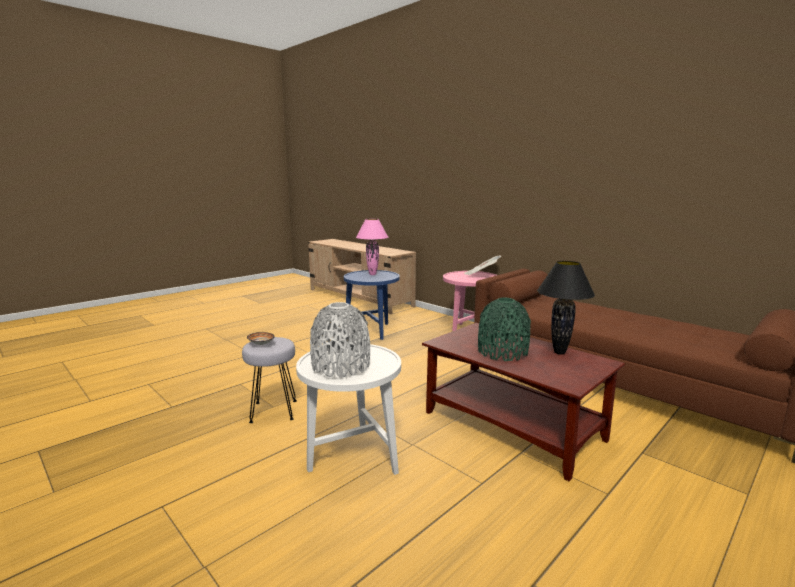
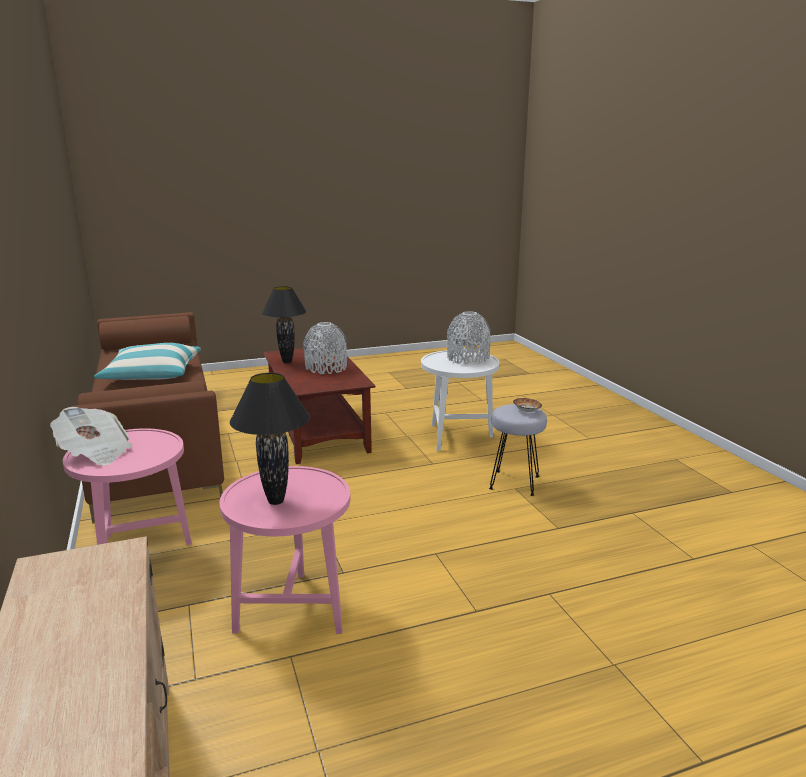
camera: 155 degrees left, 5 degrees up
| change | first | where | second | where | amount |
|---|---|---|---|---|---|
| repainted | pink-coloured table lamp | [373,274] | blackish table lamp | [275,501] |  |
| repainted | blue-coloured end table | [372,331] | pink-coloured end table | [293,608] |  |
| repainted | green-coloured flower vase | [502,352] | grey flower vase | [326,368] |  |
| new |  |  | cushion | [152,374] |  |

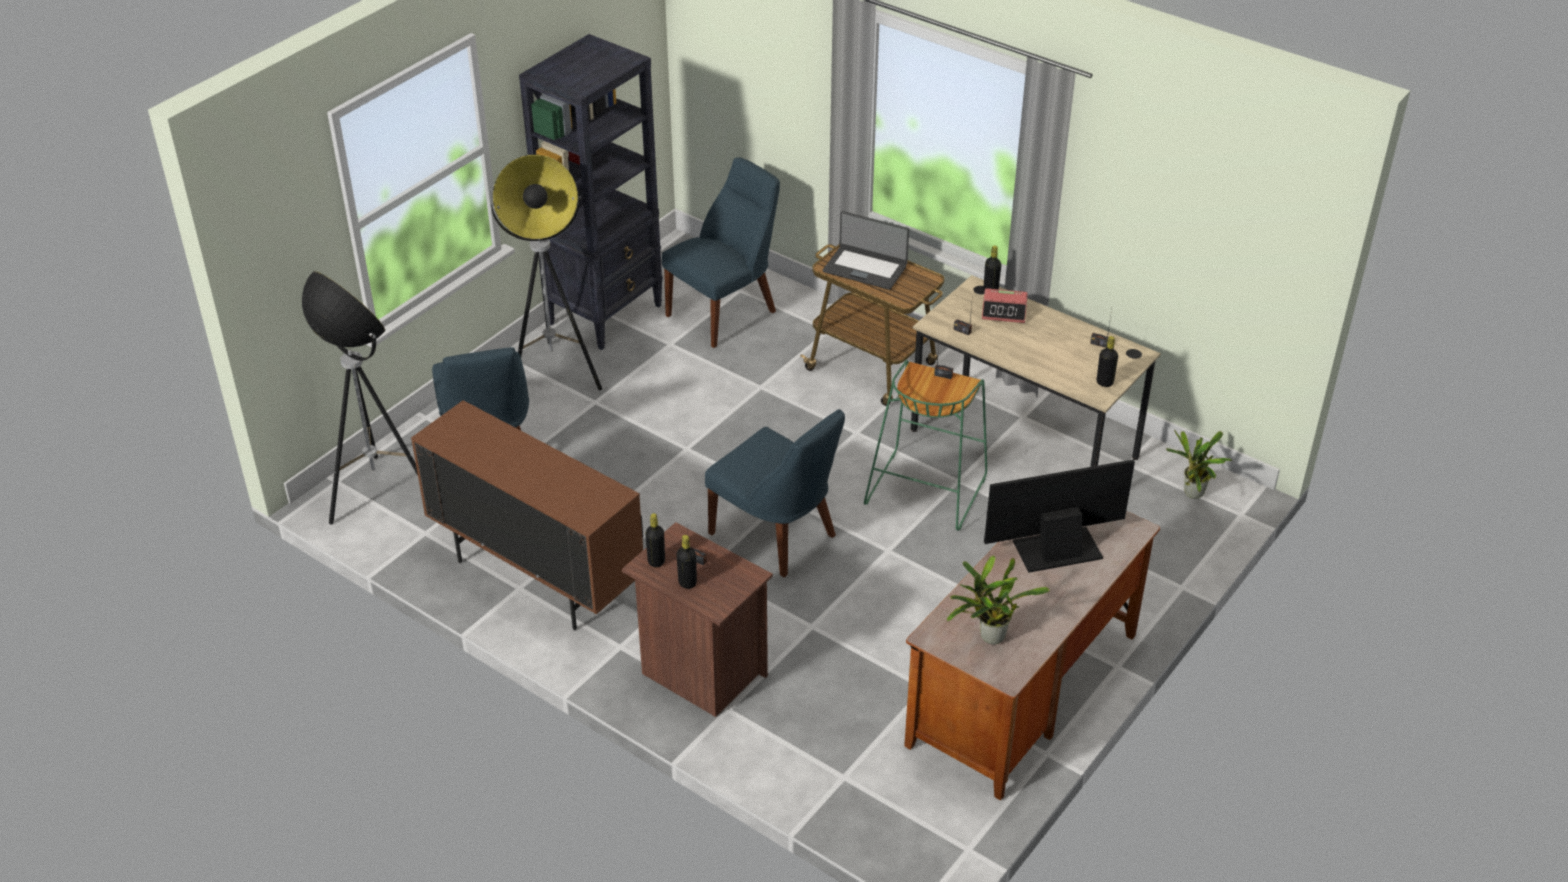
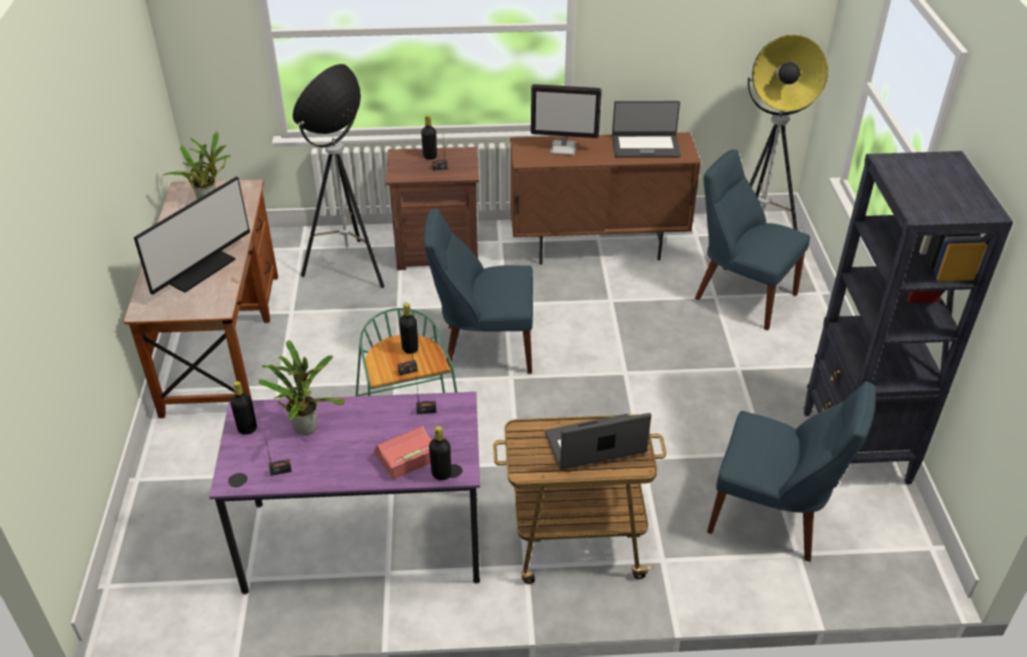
camera: 140 degrees right, 0 degrees up
| change | first | where | second | where | amount |
|---|---|---|---|---|---|
| shifted | standard lamp | [554,375] |  | [350,269] |  |
| rotated | blue-coloured chair | [725,312] |  | [772,518] | 75 degrees counterclockwise |
| repainted | beige desk table | [1023,443] | purplish desk table | [364,541] |  |
| shifted | plant in a pot | [1192,495] |  | [306,425] |  |
| shifted | blackish drink bottle | [656,561] |  | [410,348] |  |
| new |  |  | computer screen | [564,148] |  |
| new |  |  | laptop | [645,146] |  |

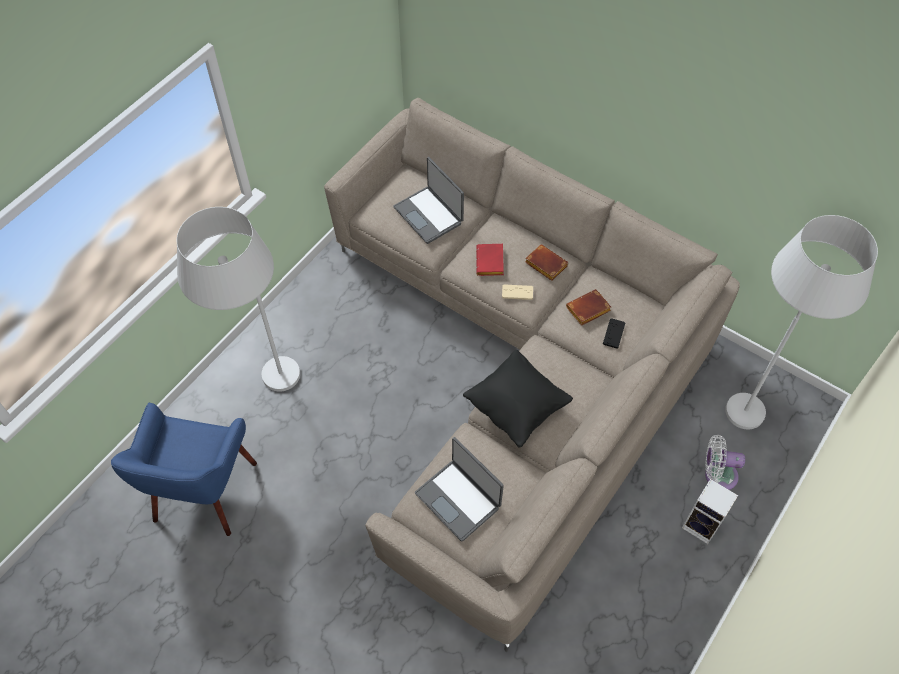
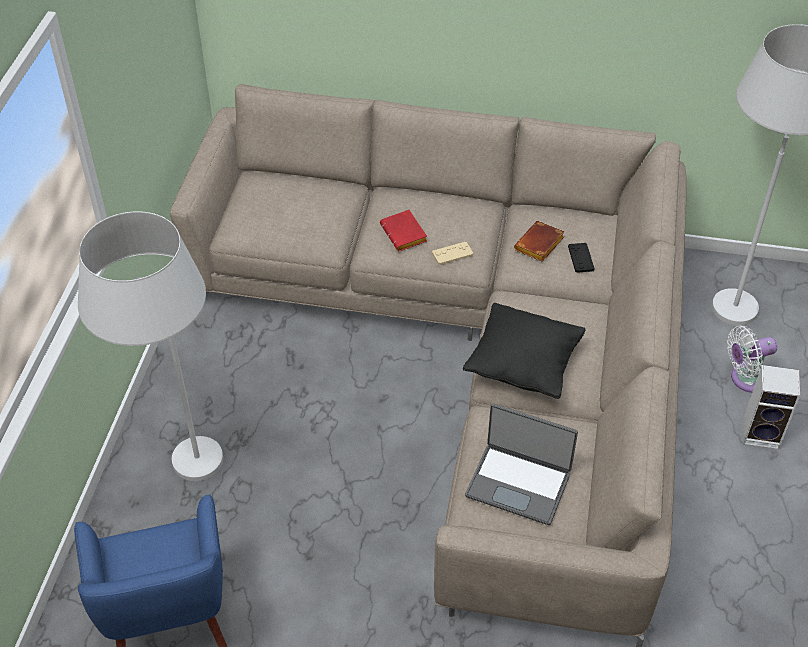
camera: 25 degrees left, 10 degrees down
| change | first | where | second | where | amount |
|---|---|---|---|---|---|
| gone | laptop | [429,215] |  |  |  |
| gone | brown book | [544,264] |  |  |  |

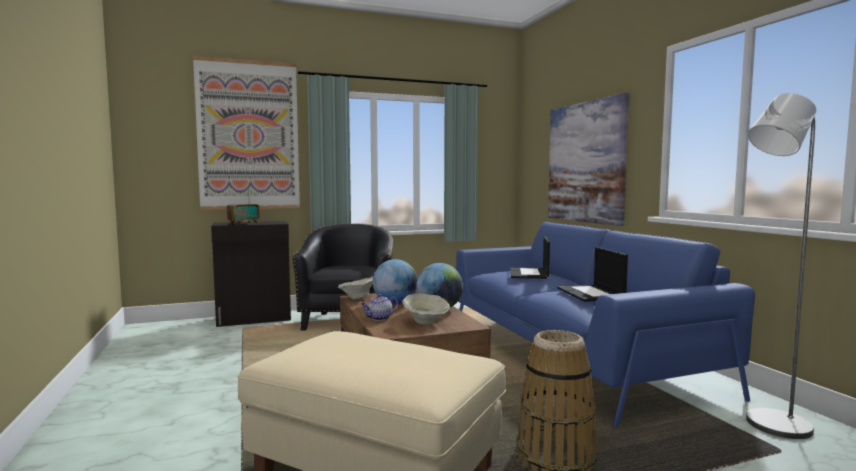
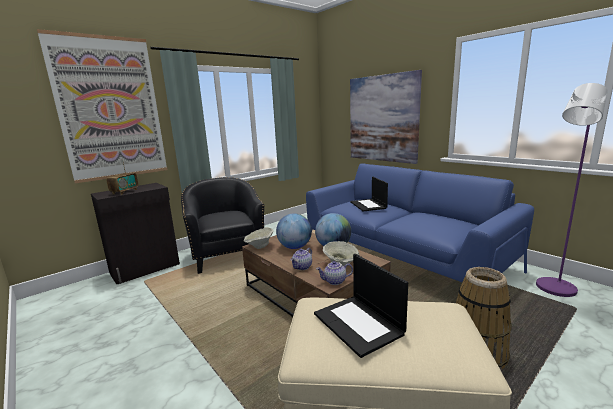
camera: 20 degrees left, 10 degrees up
| change | first | where | second | where | amount |
|---|---|---|---|---|---|
| repainted | grey standard lamp | [770,427] | purplish standard lamp | [553,290] |  |
| shifted | laptop | [591,294] |  | [359,324] |  |
| new |  |  | teapot | [334,281] |  |

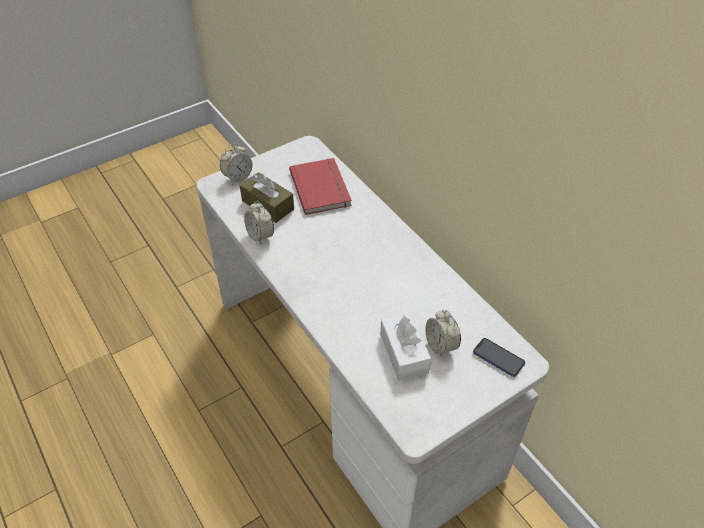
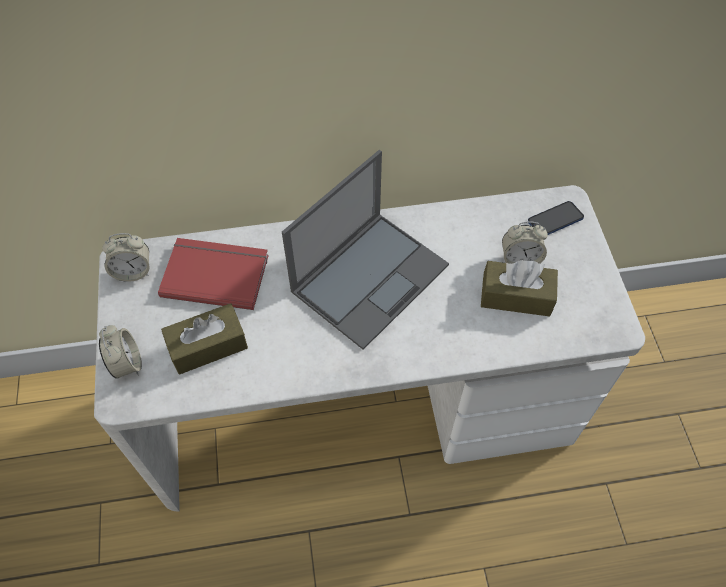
camera: 65 degrees left, 10 degrees up
| change | first | where | second | where | amount |
|---|---|---|---|---|---|
| shifted | table clock | [260,235] |  | [133,271] |  |
| repainted | white tissue box | [404,353] | brown tissue box | [516,296] |  |
| new |  |  | laptop | [371,277] |  |

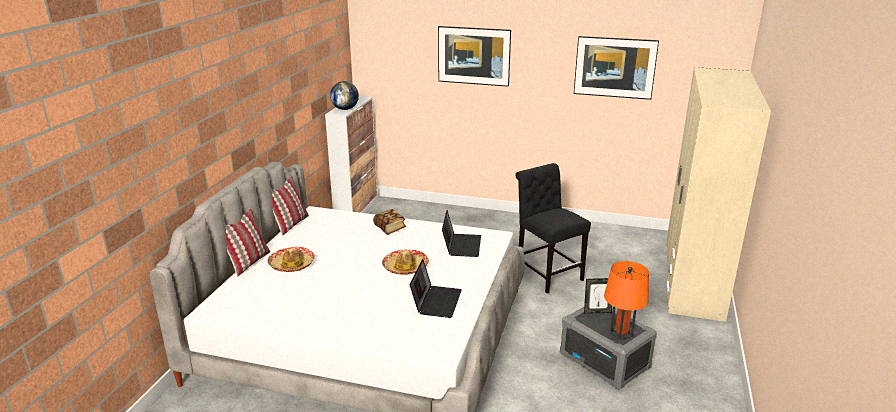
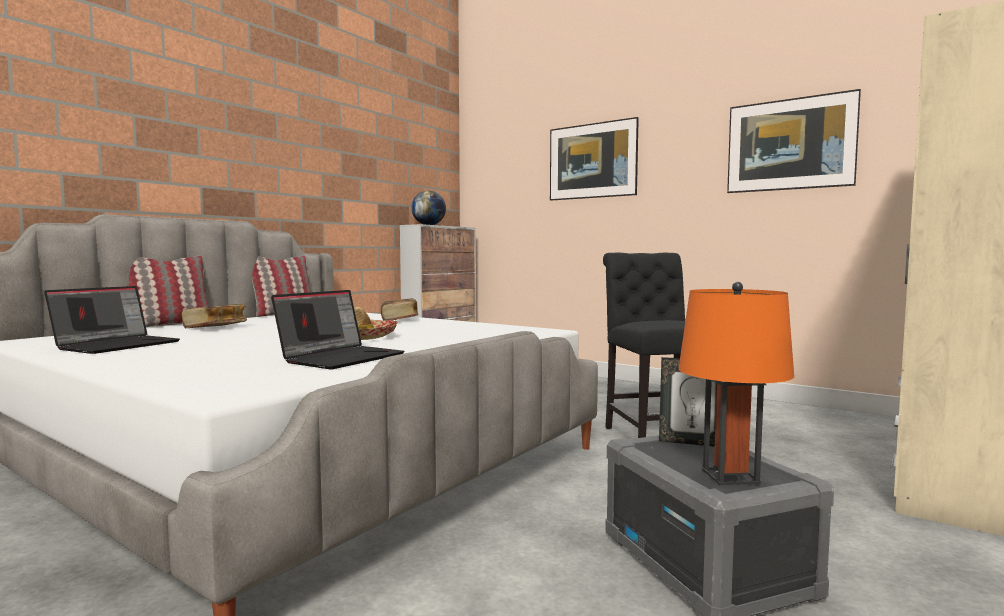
camera: 20 degrees right, 20 degrees down
| change | first | where | second | where | amount |
|---|---|---|---|---|---|
| shifted | laptop | [461,245] |  | [118,345] |  |
| swapped | hat | [292,265] | book | [215,328] |  |

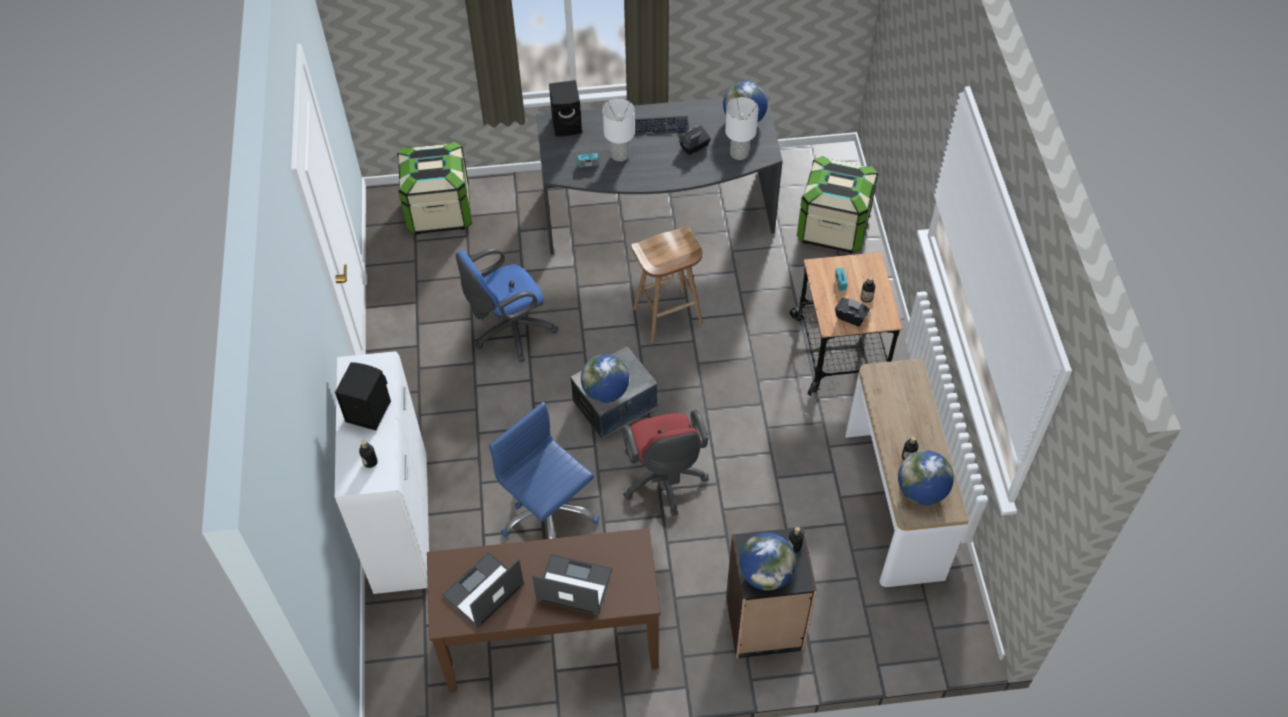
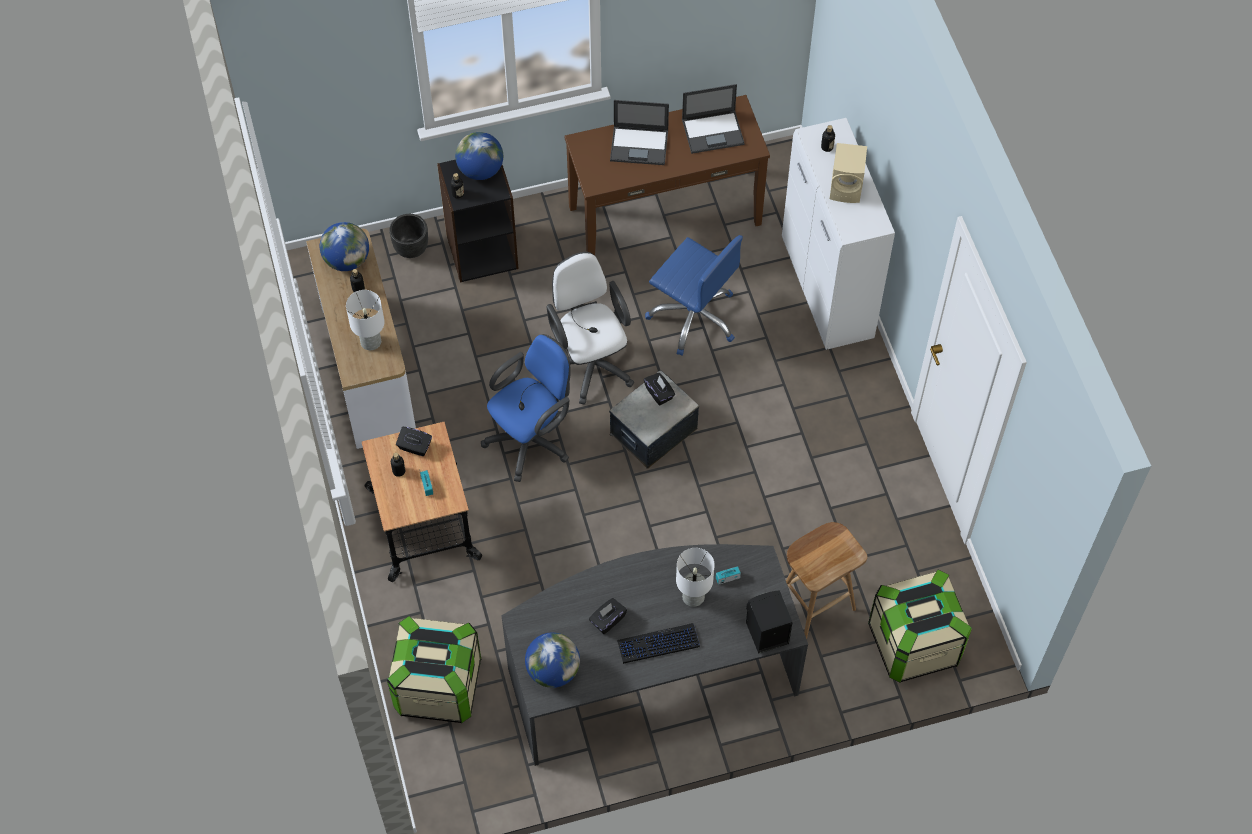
camera: 170 degrees right, 5 degrees up
| change | first | where | second | where | amount |
|---|---|---|---|---|---|
| shifted | white table lamp | [739,153] |  | [370,341] |  |
| shifted | brown stool | [667,316] |  | [815,604] |  |
| shifted | blue-coloured desk chair | [509,331] |  | [532,439] |  |
| swapped | world globe | [605,391] | blackish tissue box | [659,393] |  |
| repainted | blackish speaker | [367,410] | beige speaker | [847,188] |  |
| repainted | red desk chair | [664,481] | white desk chair | [590,362] |  |
| rotated | laptop | [482,591] |  | [713,132] | 45 degrees clockwise |
| new |  |  | blackish plant pot | [411,248] |  |

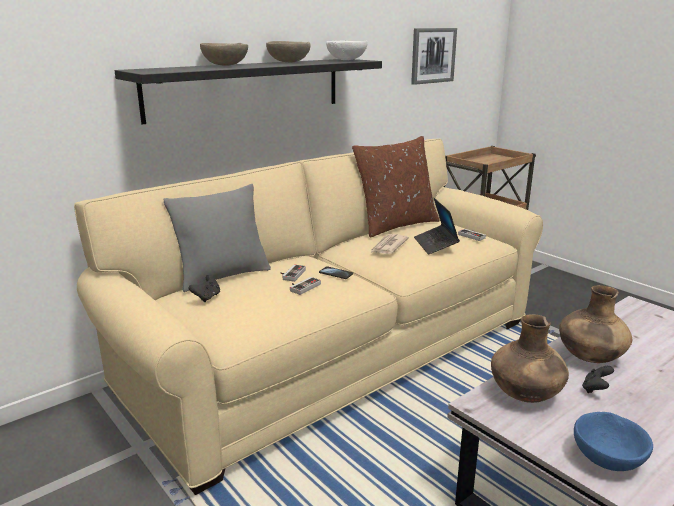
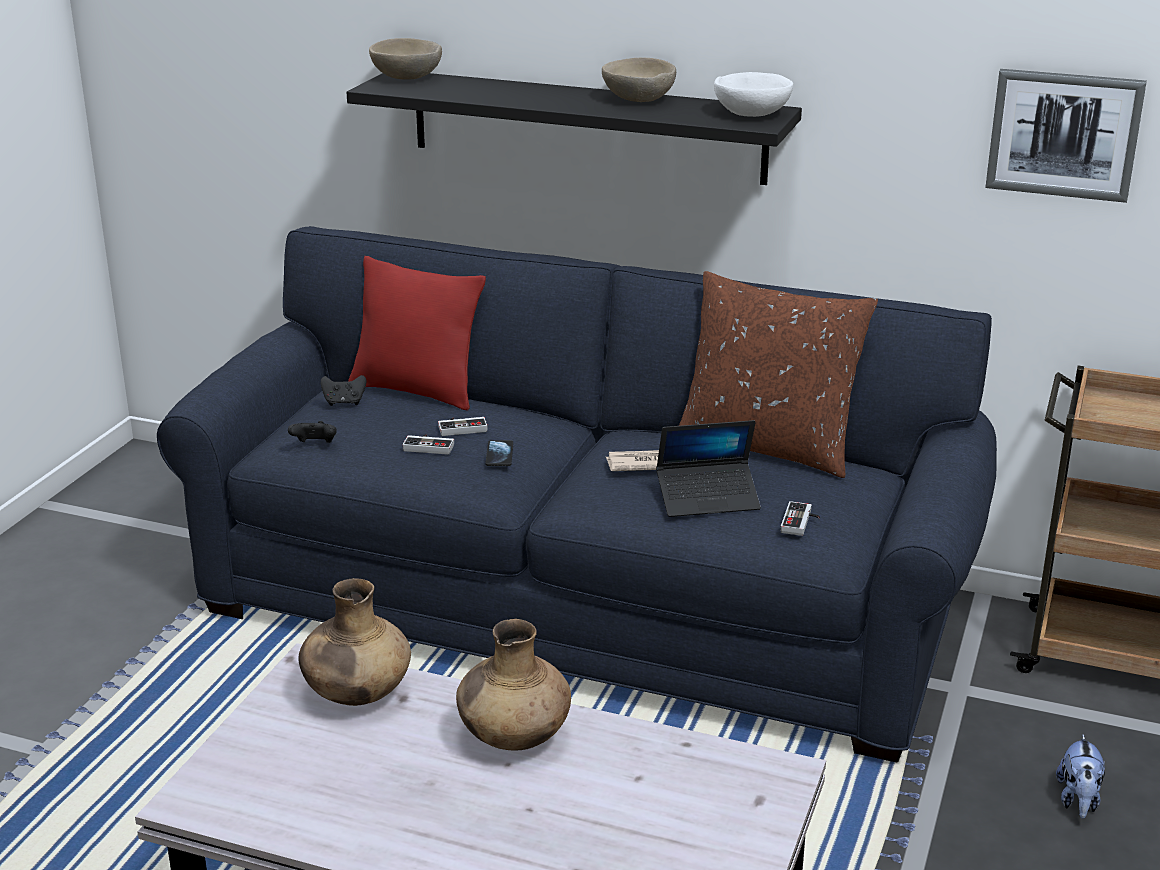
camera: 60 degrees right, 5 degrees up
| change | first | where | second | where | amount |
|---|---|---|---|---|---|
| shifted | beige serving bowl | [225,65] |  | [406,78] |  |
| repainted | beige settee | [337,354] | blue-coloured settee | [581,606] |  |
| repainted | grey cushion | [223,276] | red cushion | [417,391] |  |
| rotated | laptop | [435,245] |  | [708,499] | 150 degrees counterclockwise |
| shifted | blackish joypad | [595,389] |  | [315,445] |  |
| gone | blue-coloured serving bowl | [608,459] |  |  |  |
| new |  |  | soft toy | [1078,800] |  |

